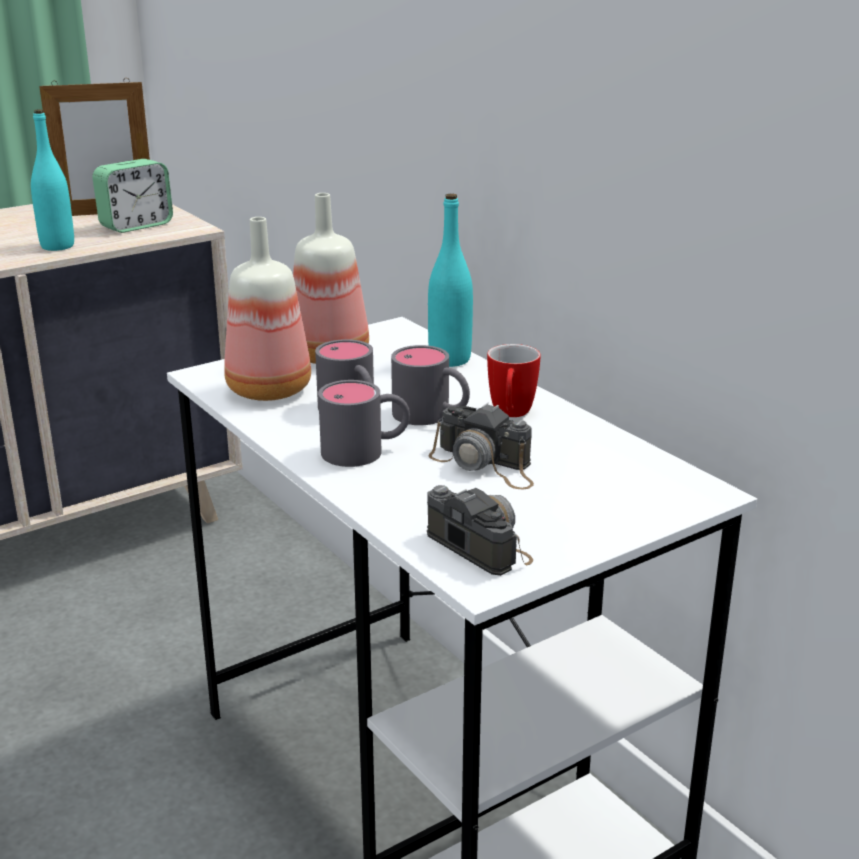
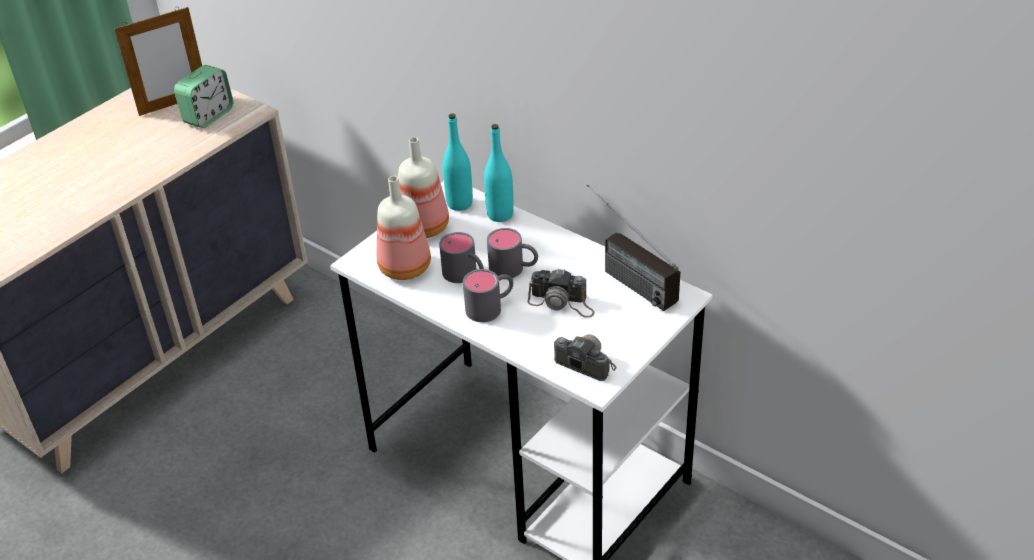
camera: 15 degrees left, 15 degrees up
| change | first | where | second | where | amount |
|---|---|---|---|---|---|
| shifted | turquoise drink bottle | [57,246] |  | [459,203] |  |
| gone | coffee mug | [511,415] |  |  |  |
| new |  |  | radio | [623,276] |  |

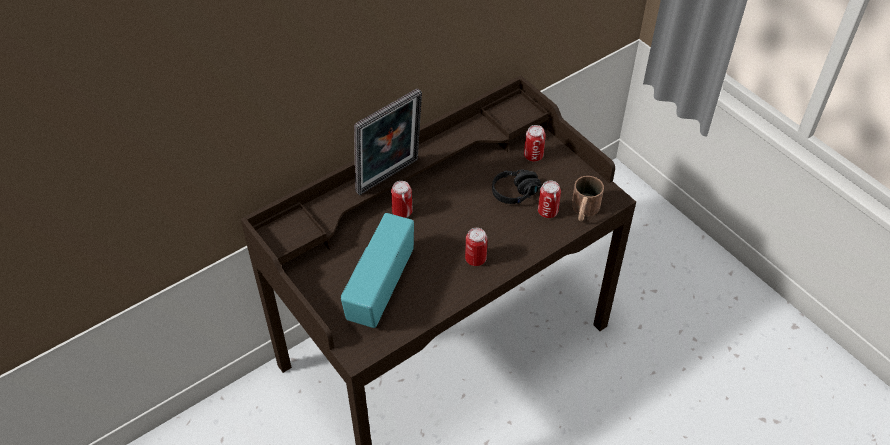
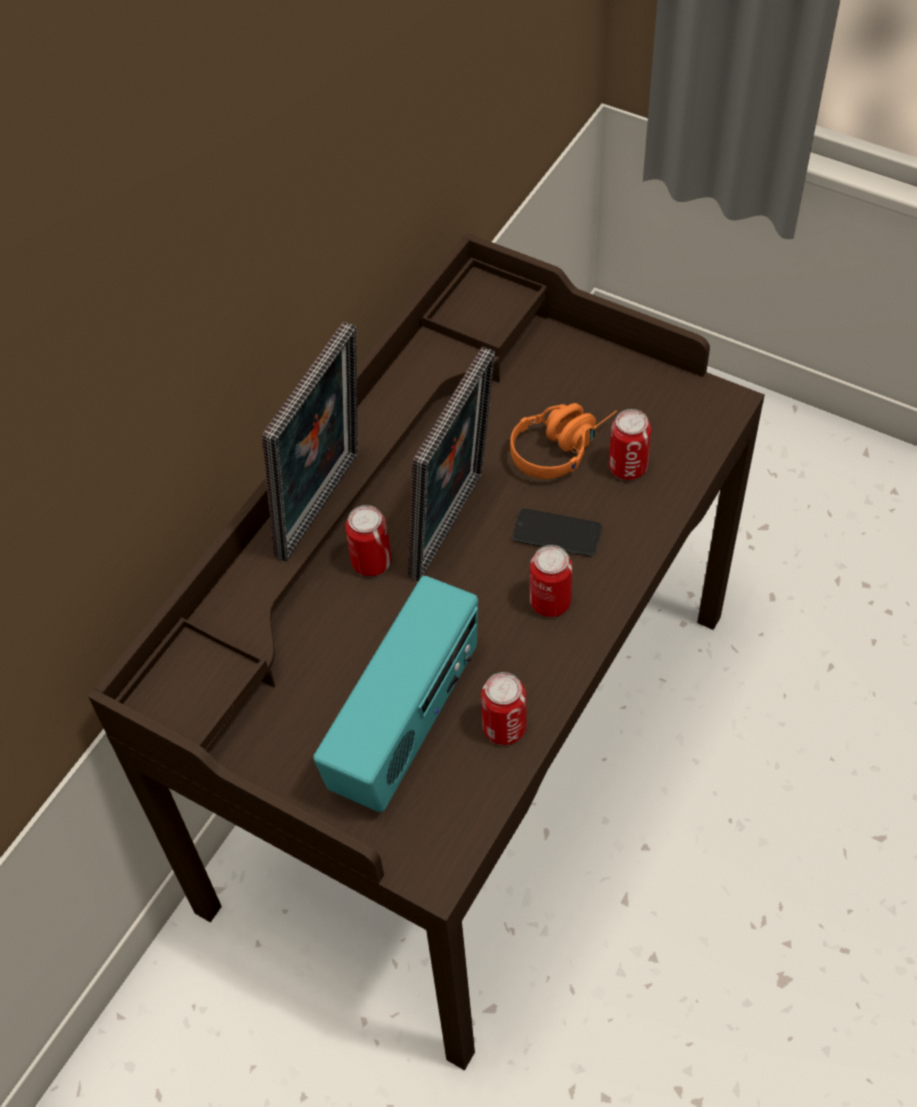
camera: 20 degrees left, 5 degrees up
| change | first | where | second | where | amount |
|---|---|---|---|---|---|
| shifted | sealed can | [533,156] |  | [504,727] |  |
| repainted | blackish headphones | [521,191] | orange headphones | [562,446] |  |
| gone | brown coffee mug | [584,211] |  |  |  |
| rotated | radio | [379,288] |  | [407,724] | 150 degrees counterclockwise |
| new |  |  | photo frame | [454,528] |  |
| new |  |  | phone | [557,533] |  |

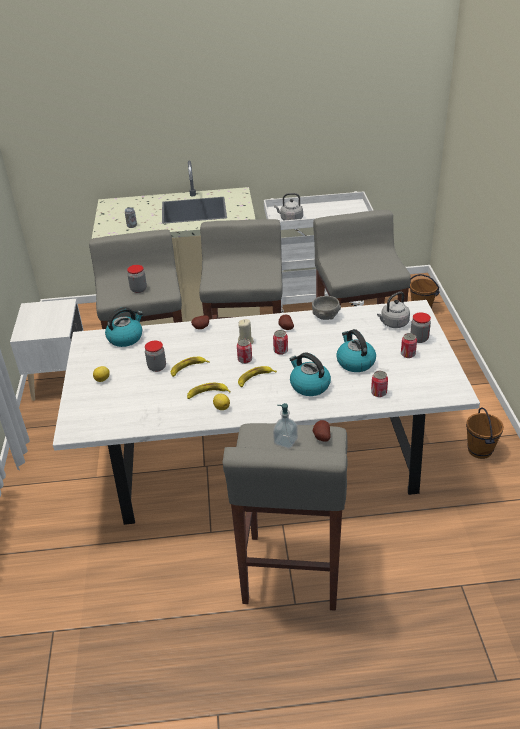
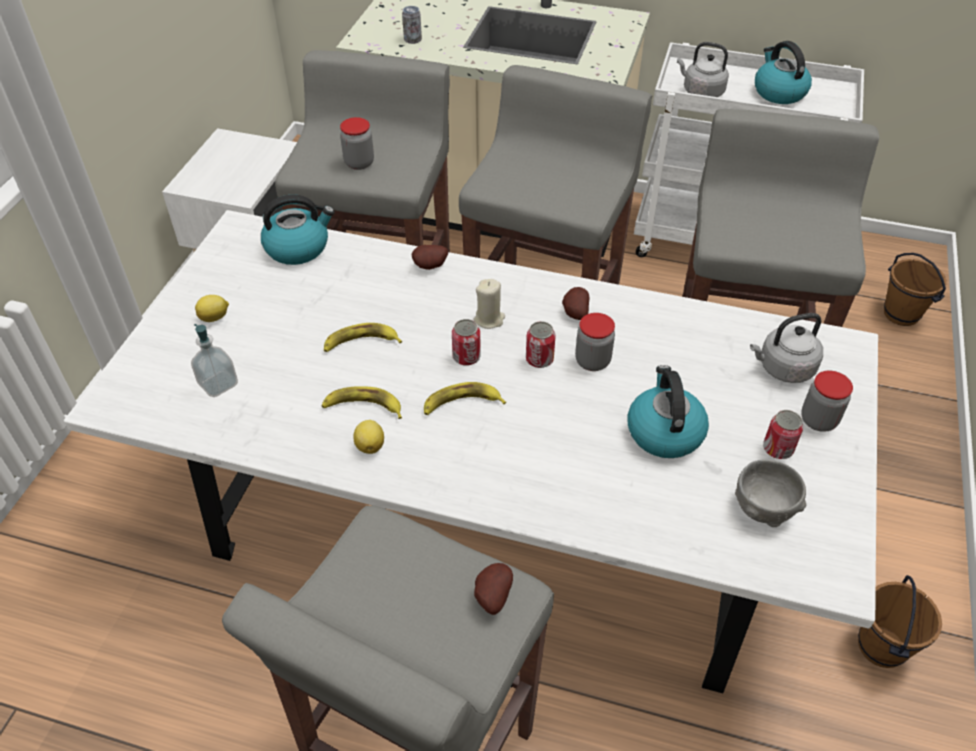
camera: 20 degrees right, 10 degrees up
| change | first | where | second | where | amount |
|---|---|---|---|---|---|
| shifted | grey serving bowl | [325,316] |  | [764,507] |  |
| shifted | storage jar | [157,367] |  | [592,361] |  |
| shifted | water kettle | [309,385] |  | [778,92] |  |
| gone | sealed can | [378,393] |  |  |  |
| shifted | liquid soap bottle | [285,441] |  | [218,384] |  |

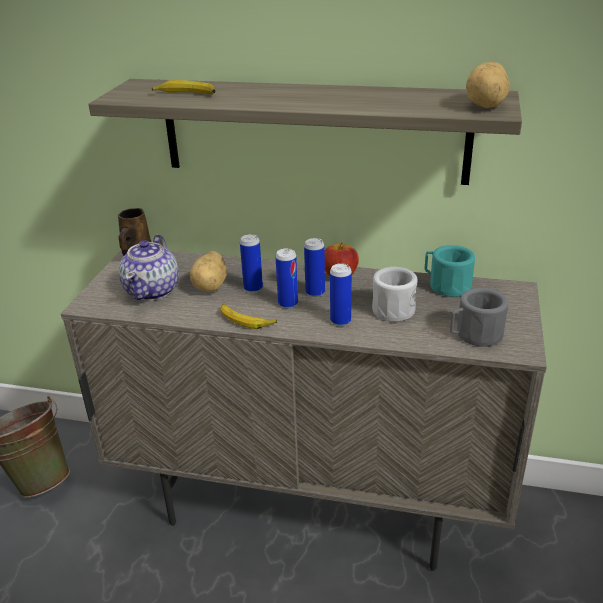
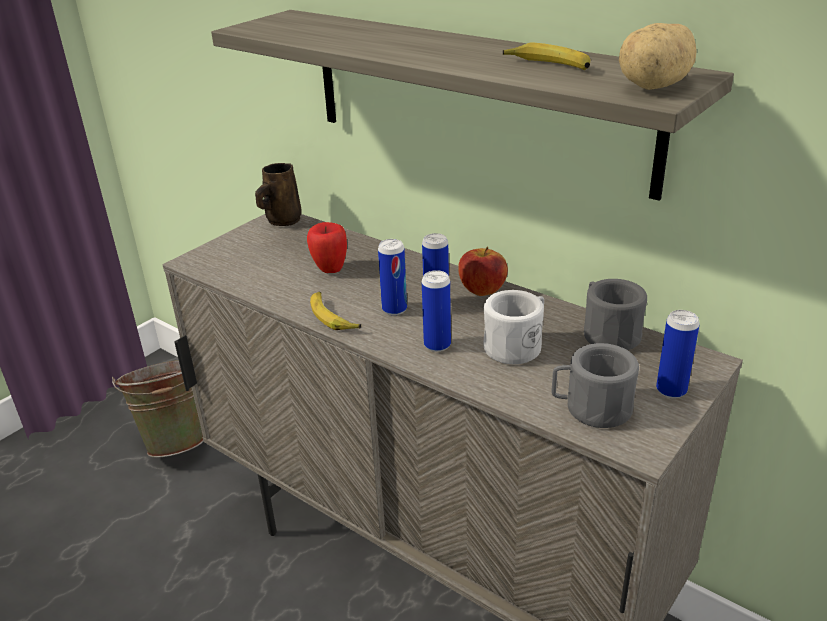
camera: 25 degrees right, 0 degrees up
| change | first | where | second | where | amount |
|---|---|---|---|---|---|
| shifted | whole banana | [186,94] |  | [548,66] |  |
| gone | teapot | [153,290] |  |  |  |
| shifted | sealed can | [253,288] |  | [671,390] |  |
| repainted | turquoise coffee mug | [445,285] | grey coffee mug | [607,333] |  |
| swapped | potato | [212,286] | apple fruit | [330,269] |  |

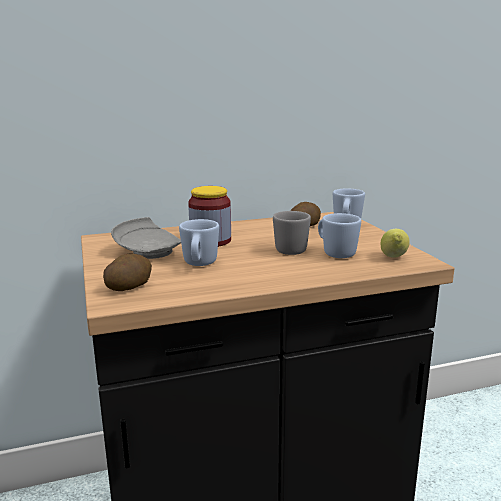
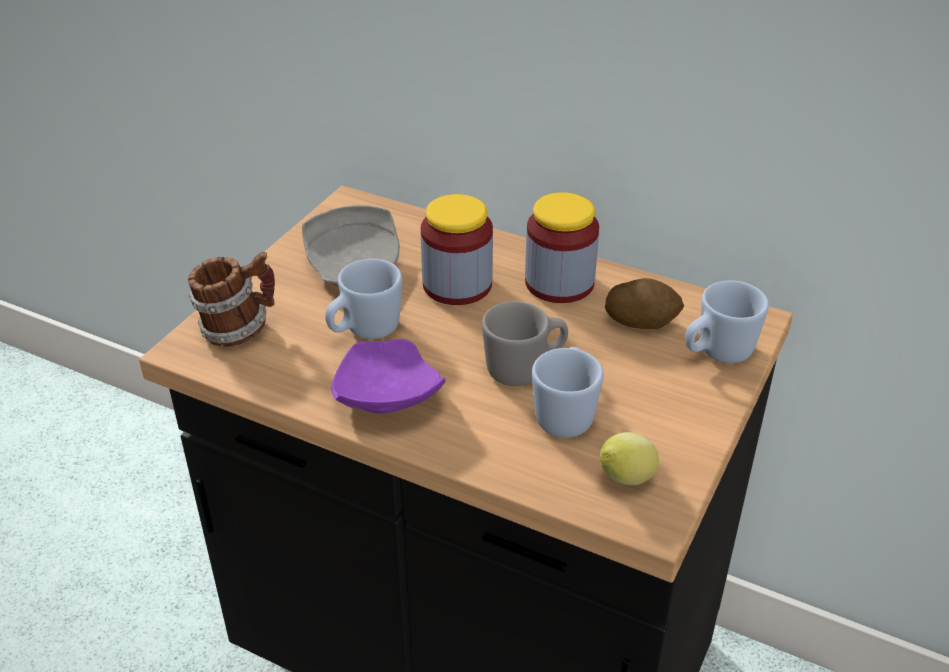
camera: 45 degrees right, 20 degrees up
| change | first | where | second | where | amount |
|---|---|---|---|---|---|
| swapped | potato | [129,286] | coffee mug | [238,329] |  |
| new |  |  | storage jar | [559,283] |  |
| new |  |  | purplish flat dish | [384,398] |  |

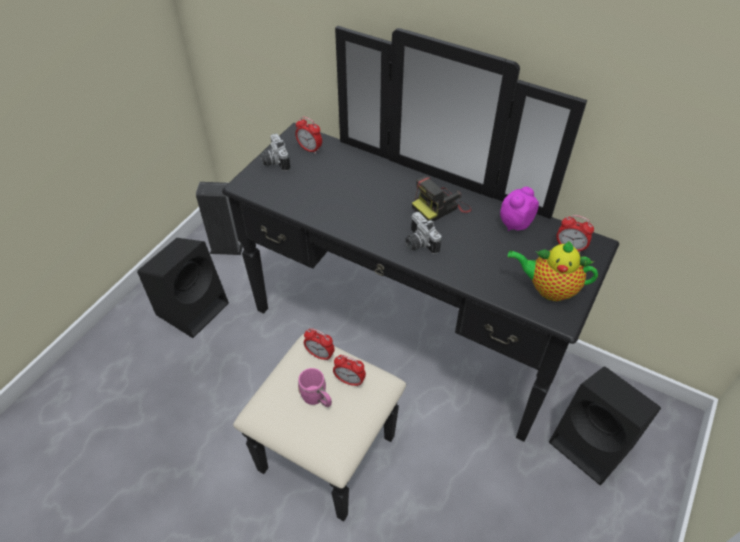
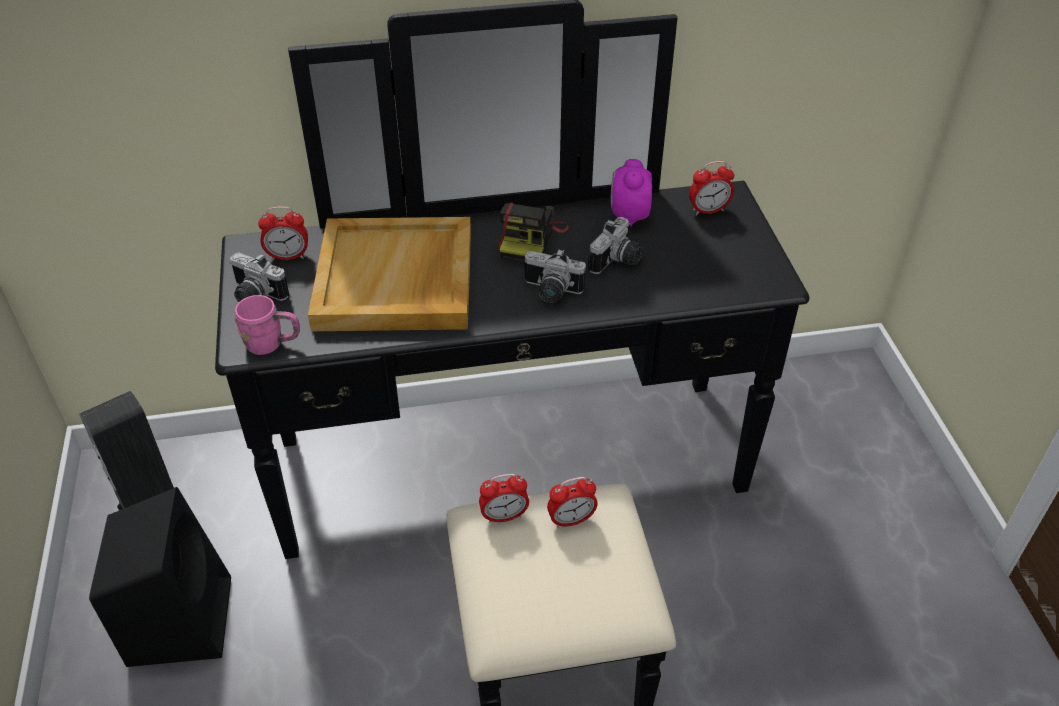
camera: 40 degrees left, 5 degrees down
| change | first | where | second | where | amount |
|---|---|---|---|---|---|
| gone | teapot | [548,289] |  |  |  |
| gone | blackish speaker | [593,445] |  |  |  |
| shifted | pink-coloured coffee mug | [317,399] |  | [272,344] |  |
| new |  |  | beige serving tray | [396,280] |  |
| new |  |  | photo camera | [618,261] |  |

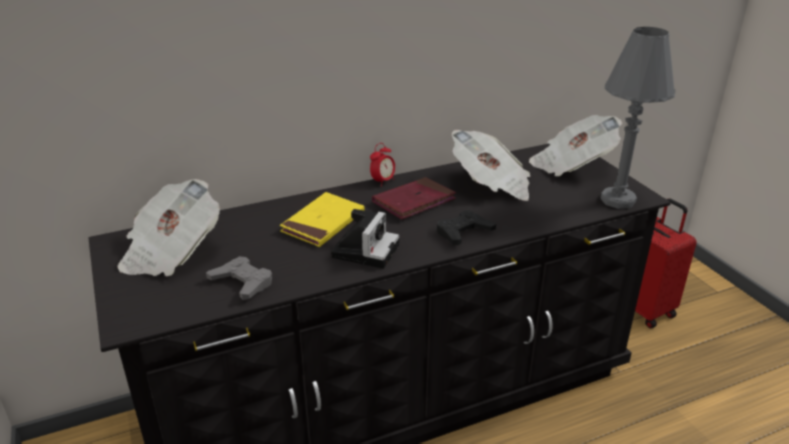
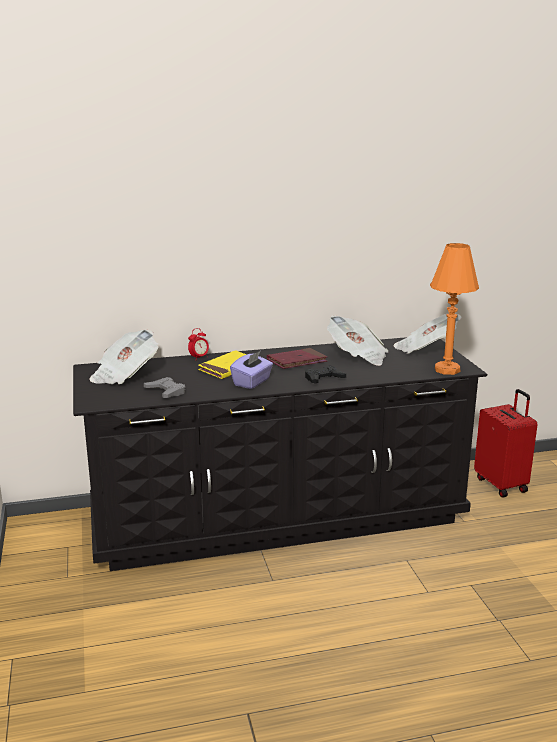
camera: 10 degrees right, 10 degrees down
| change | first | where | second | where | amount |
|---|---|---|---|---|---|
| repainted | grey table lamp | [618,200] | orange table lamp | [447,370] |  |
| shifted | table clock | [382,181] |  | [199,358] |  |
| swapped | photo camera | [365,249] | purplish tissue box | [252,382] |  |

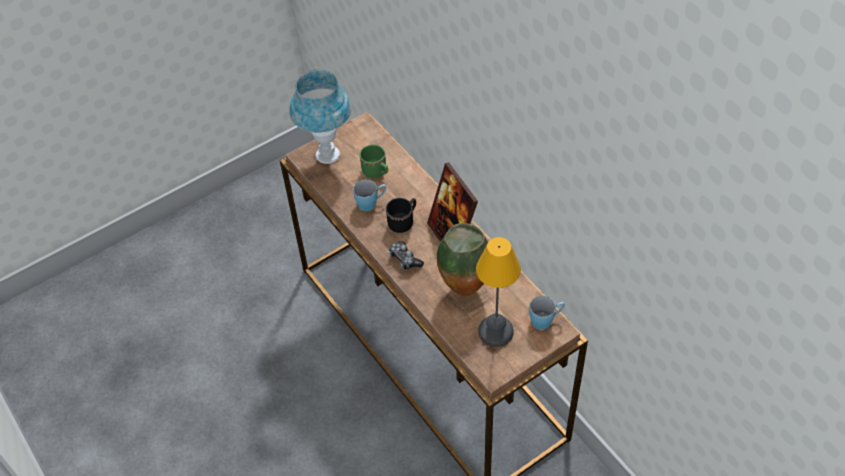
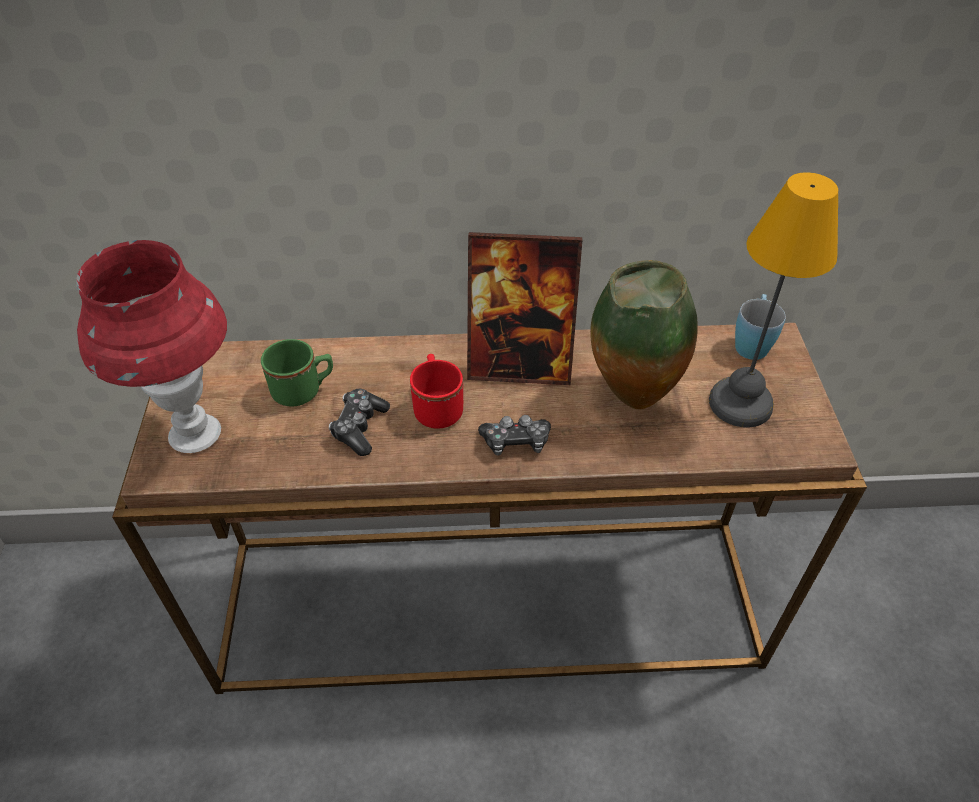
camera: 60 degrees left, 5 degrees down
| change | first | where | second | where | amount |
|---|---|---|---|---|---|
| repainted | blue-coloured table lamp | [327,155] | red table lamp | [195,434] |  |
| swapped | blue-coloured coffee mug | [371,203] | joypad | [359,427] |  |
| repainted | blackish coffee mug | [403,222] | red coffee mug | [437,406] |  |

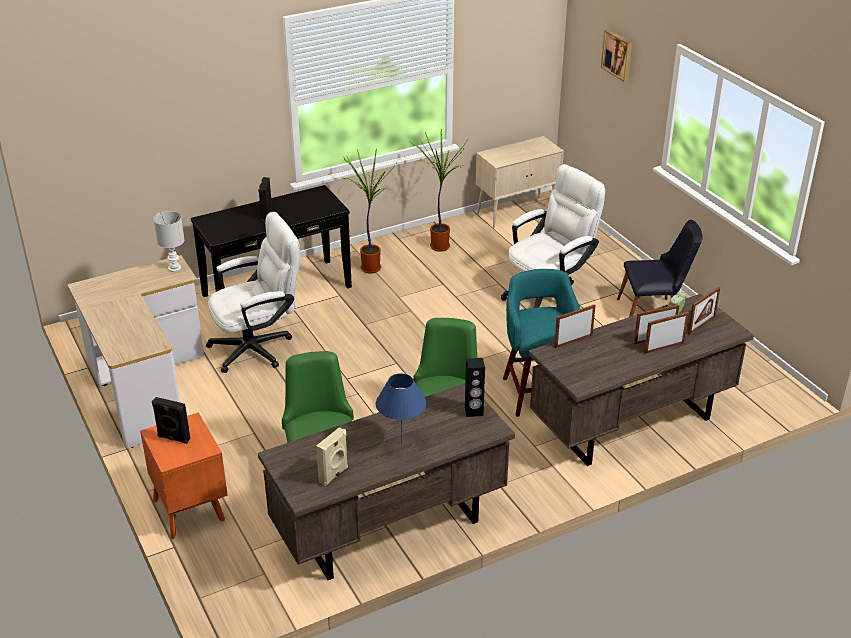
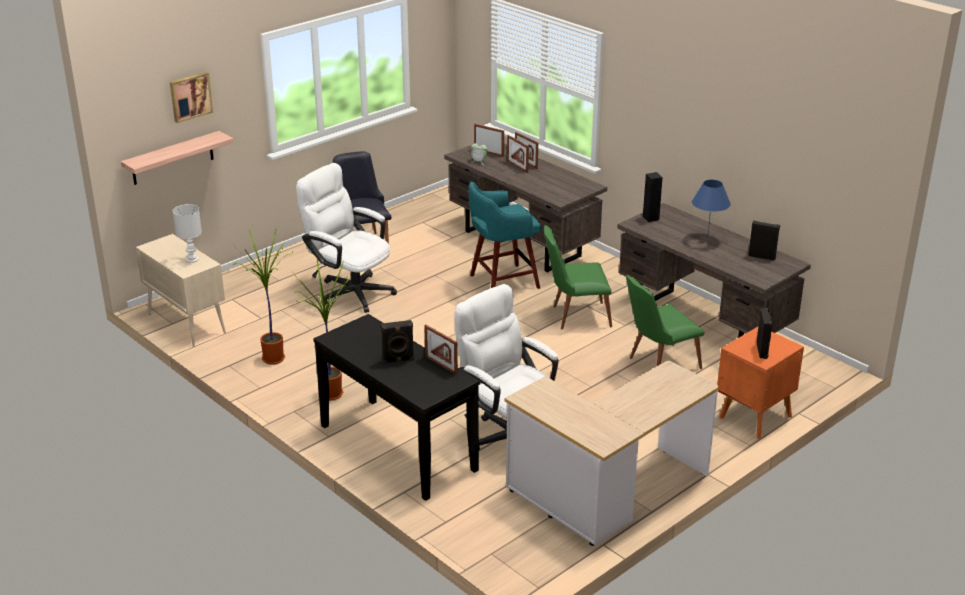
camera: 105 degrees left, 5 degrees down
| change | first | where | second | where | amount |
|---|---|---|---|---|---|
| shifted | white table lamp | [175,268] |  | [192,259] |  |
| shifted | photo frame | [573,341] |  | [441,365] |  |
| repainted | beige speaker | [334,475] | blackish speaker | [762,256] |  |
| new |  |  | bracket shelf | [172,158] |  |

